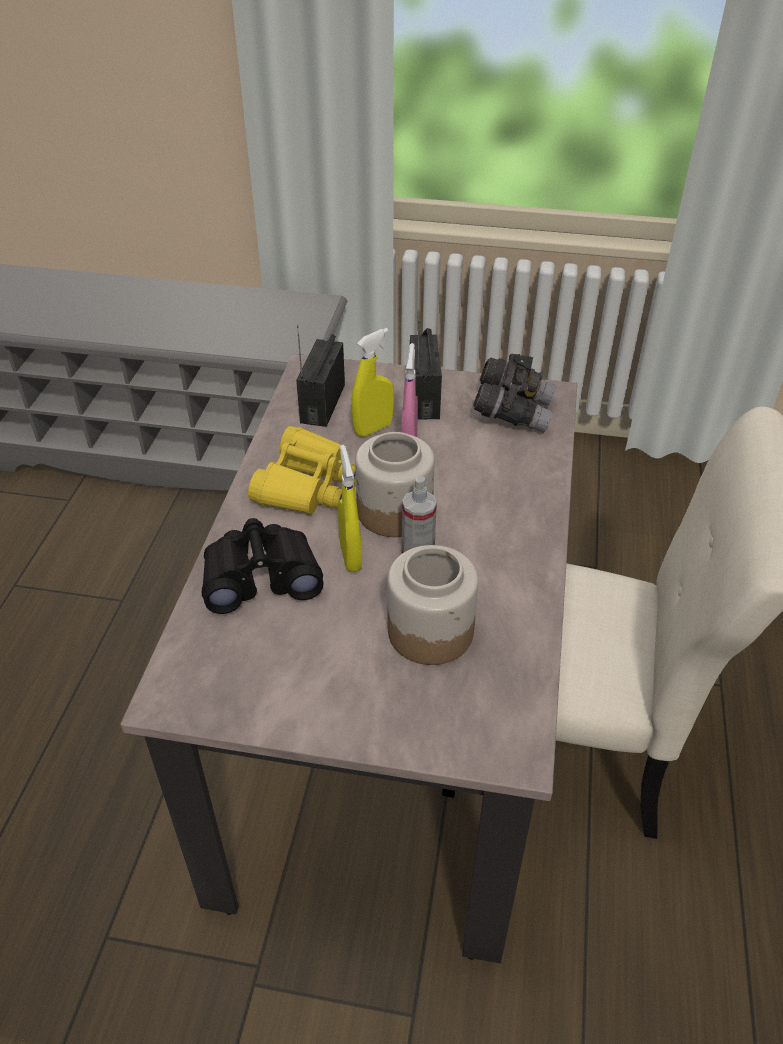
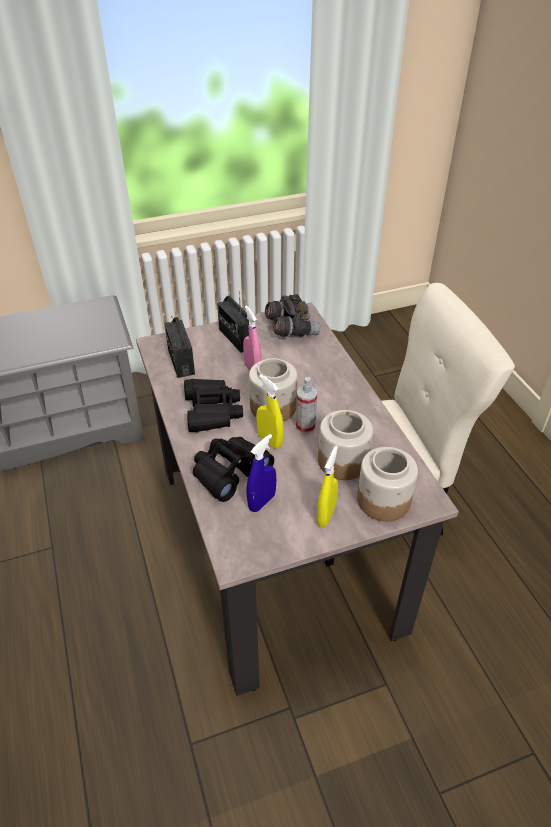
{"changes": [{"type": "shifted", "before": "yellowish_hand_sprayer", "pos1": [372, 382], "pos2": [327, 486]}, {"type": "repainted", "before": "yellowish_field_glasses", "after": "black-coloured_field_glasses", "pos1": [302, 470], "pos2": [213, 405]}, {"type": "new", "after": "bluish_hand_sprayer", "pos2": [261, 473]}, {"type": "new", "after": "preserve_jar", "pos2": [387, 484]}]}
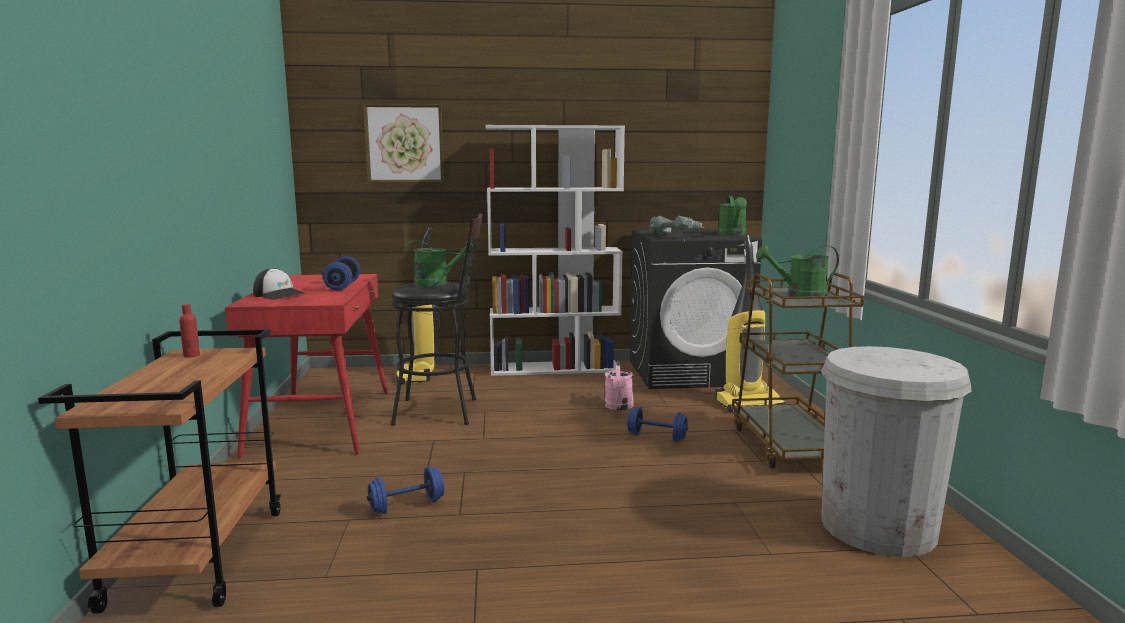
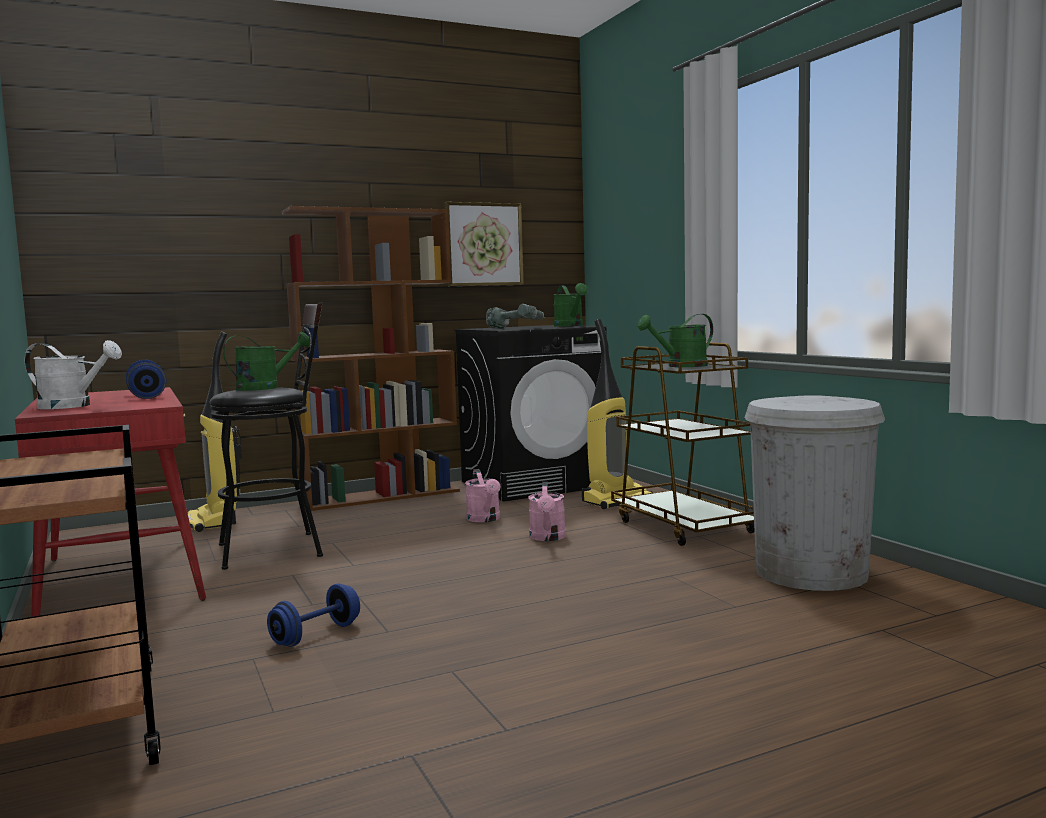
{"changes": [{"type": "shifted", "before": "wall_art", "pos1": [403, 143], "pos2": [484, 244]}, {"type": "repainted", "before": "whitish_bookshelf", "after": "brown_bookshelf", "pos1": [555, 250], "pos2": [371, 358]}, {"type": "swapped", "before": "cap", "after": "whitish_watering_pot", "pos1": [280, 284], "pos2": [73, 374]}, {"type": "gone", "before": "red_bottle", "pos1": [189, 331]}, {"type": "swapped", "before": "bluish_hand_weight", "after": "pink_watering_pot", "pos1": [657, 424], "pos2": [547, 511]}]}
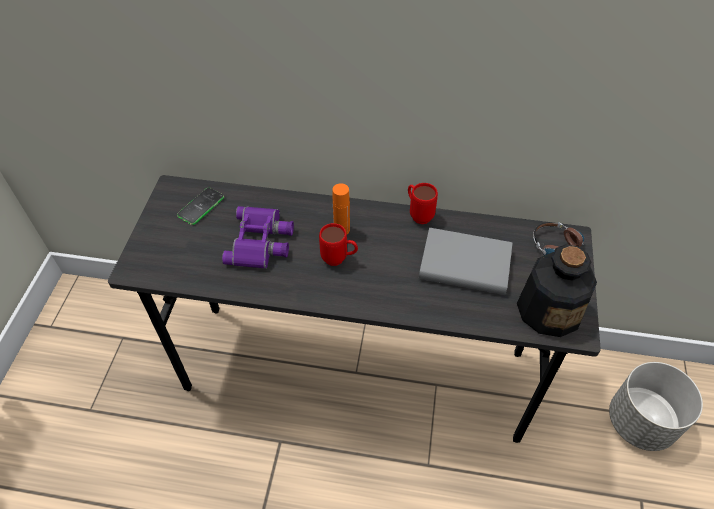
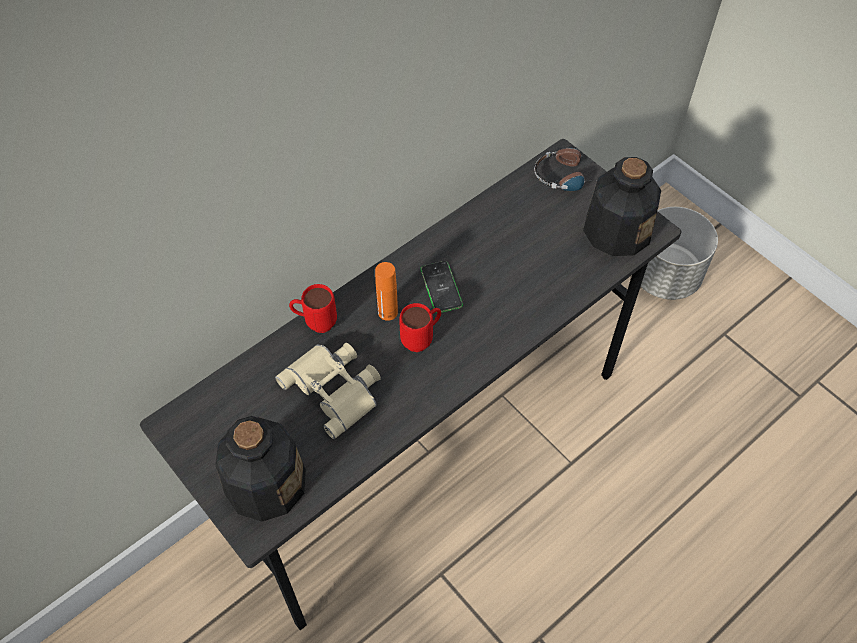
{"changes": [{"type": "shifted", "before": "red_mug", "pos1": [423, 203], "pos2": [313, 308]}, {"type": "shifted", "before": "phone", "pos1": [200, 206], "pos2": [441, 287]}, {"type": "repainted", "before": "purplish_field_glasses", "after": "beige-coloured_field_glasses", "pos1": [258, 237], "pos2": [328, 391]}, {"type": "gone", "before": "gray_book", "pos1": [466, 261]}, {"type": "new", "after": "bottle", "pos2": [260, 469]}]}
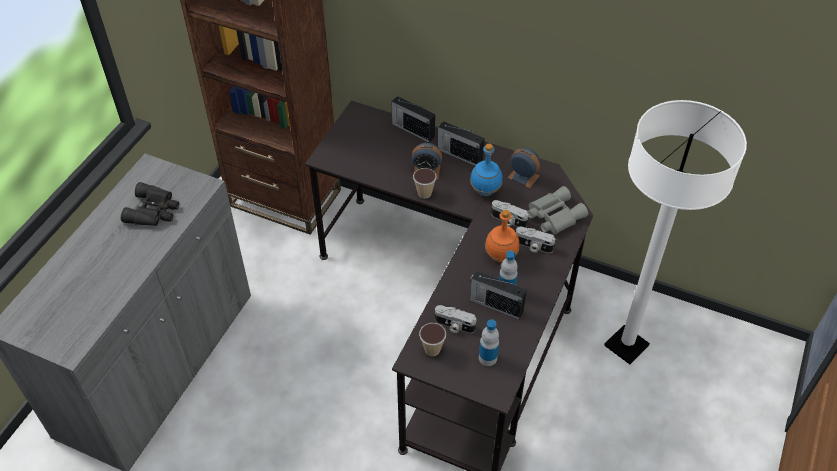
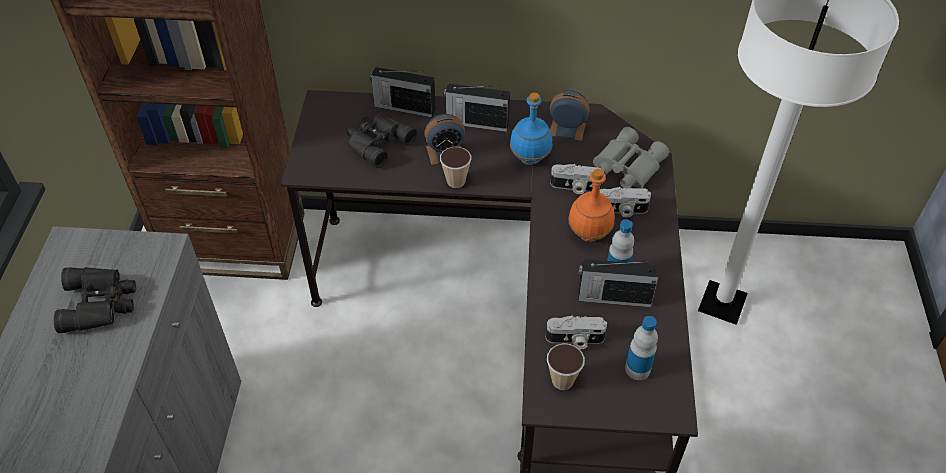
{"changes": [{"type": "new", "after": "black-coloured_field_glasses", "pos2": [382, 141]}]}
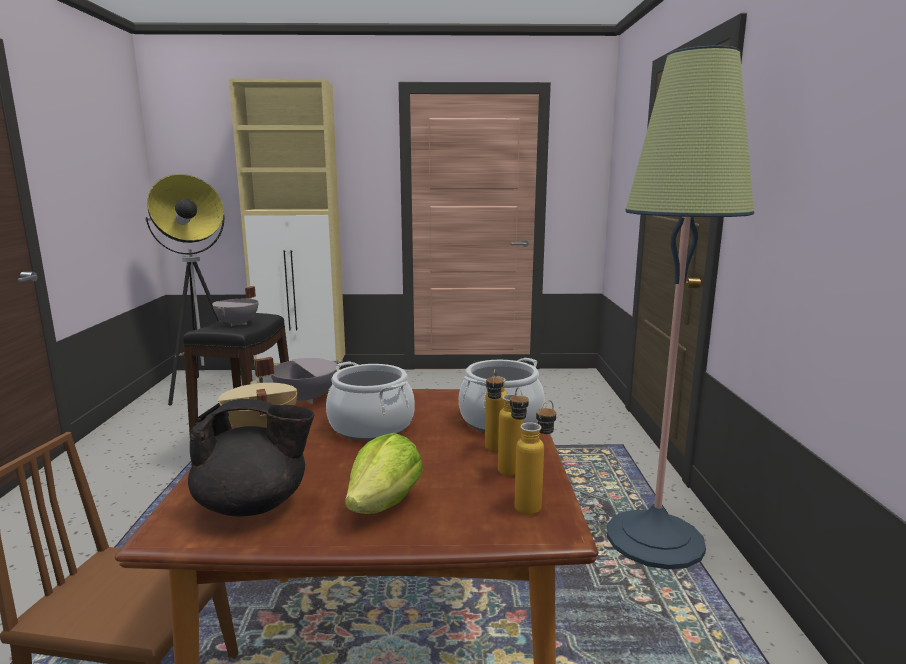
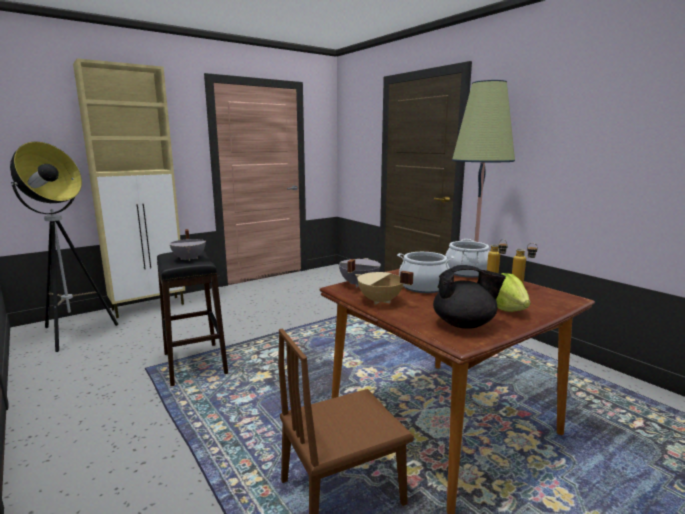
{"changes": [{"type": "rotated", "before": "black-coloured_pot_for_tea", "pos1": [251, 457], "pos2": [469, 297], "turn": 45}, {"type": "gone", "before": "bottle", "pos1": [535, 457]}]}
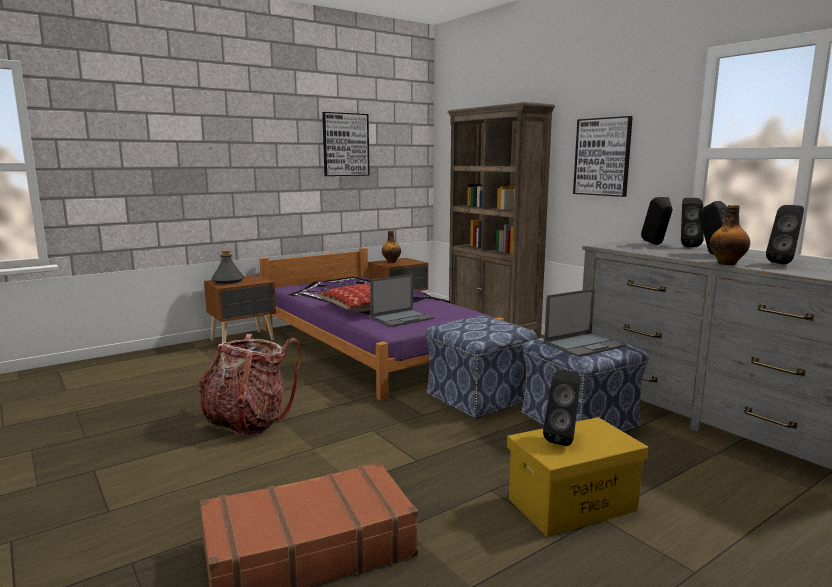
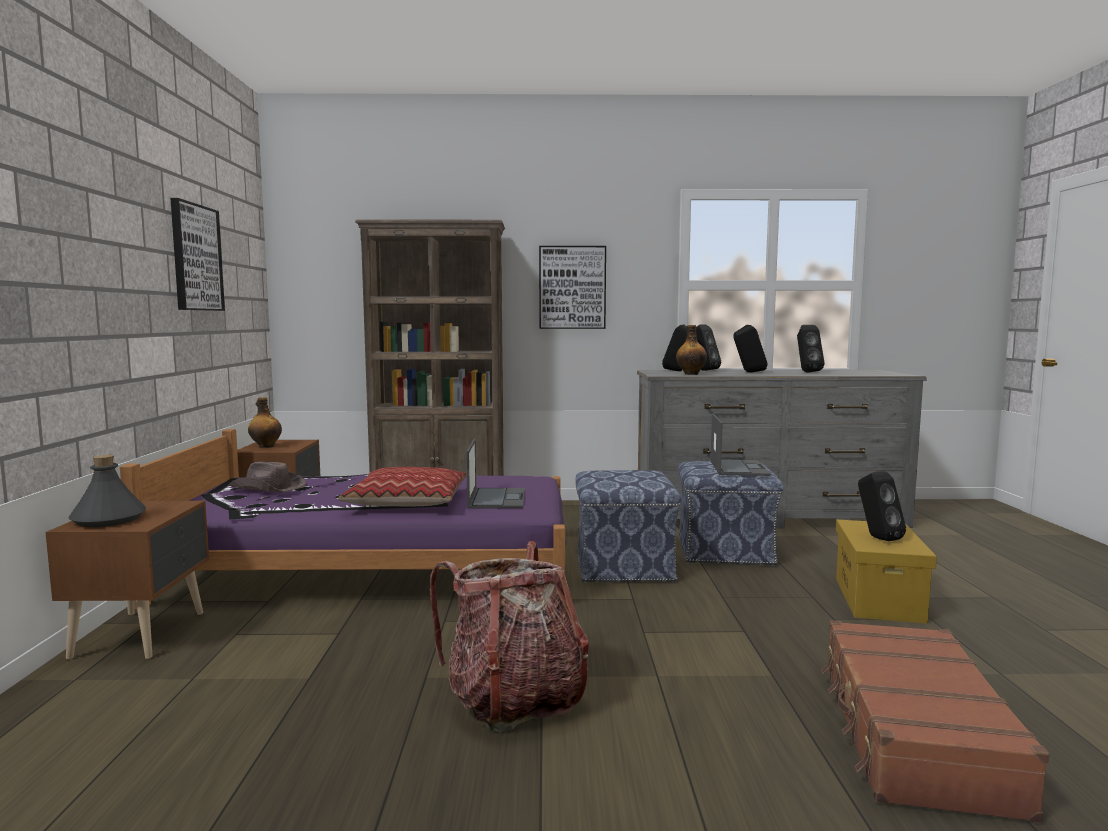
{"changes": [{"type": "shifted", "before": "bottle", "pos1": [729, 235], "pos2": [691, 350]}, {"type": "new", "after": "brown_wearable_hat", "pos2": [267, 477]}]}
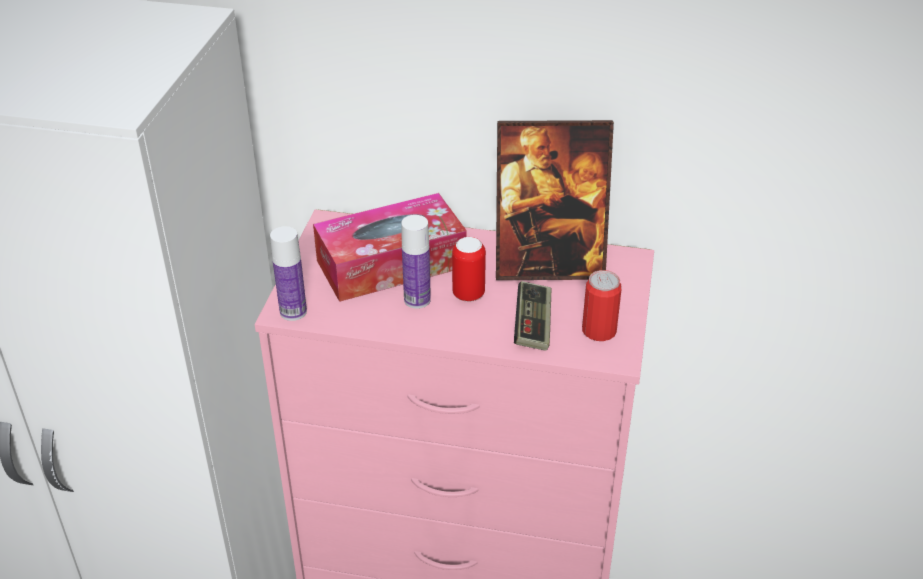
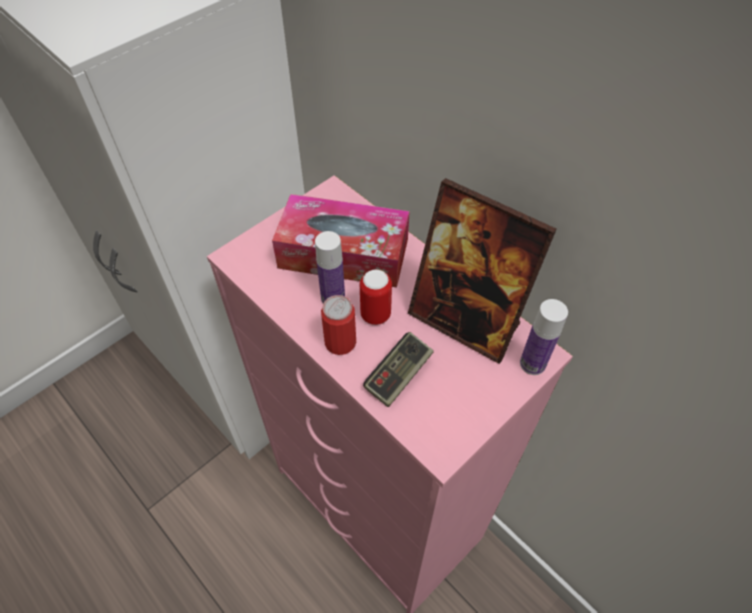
{"changes": [{"type": "shifted", "before": "bottle", "pos1": [288, 273], "pos2": [544, 337]}, {"type": "shifted", "before": "can", "pos1": [602, 305], "pos2": [338, 325]}]}
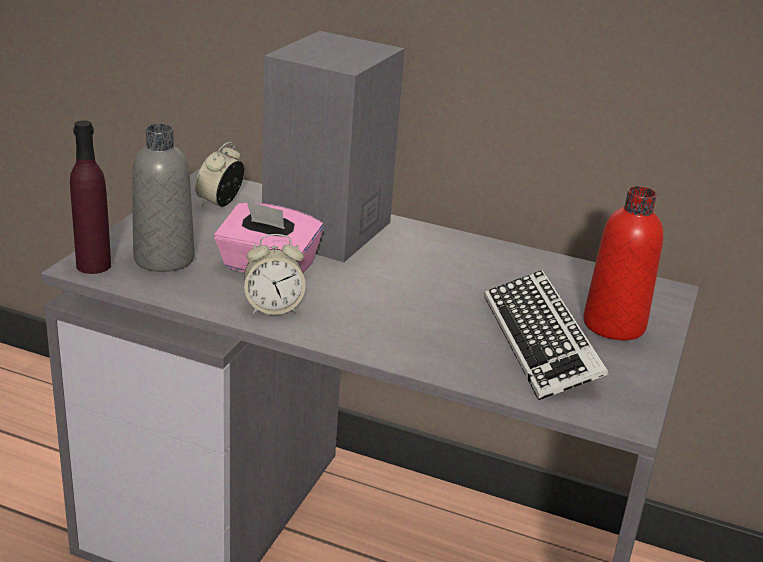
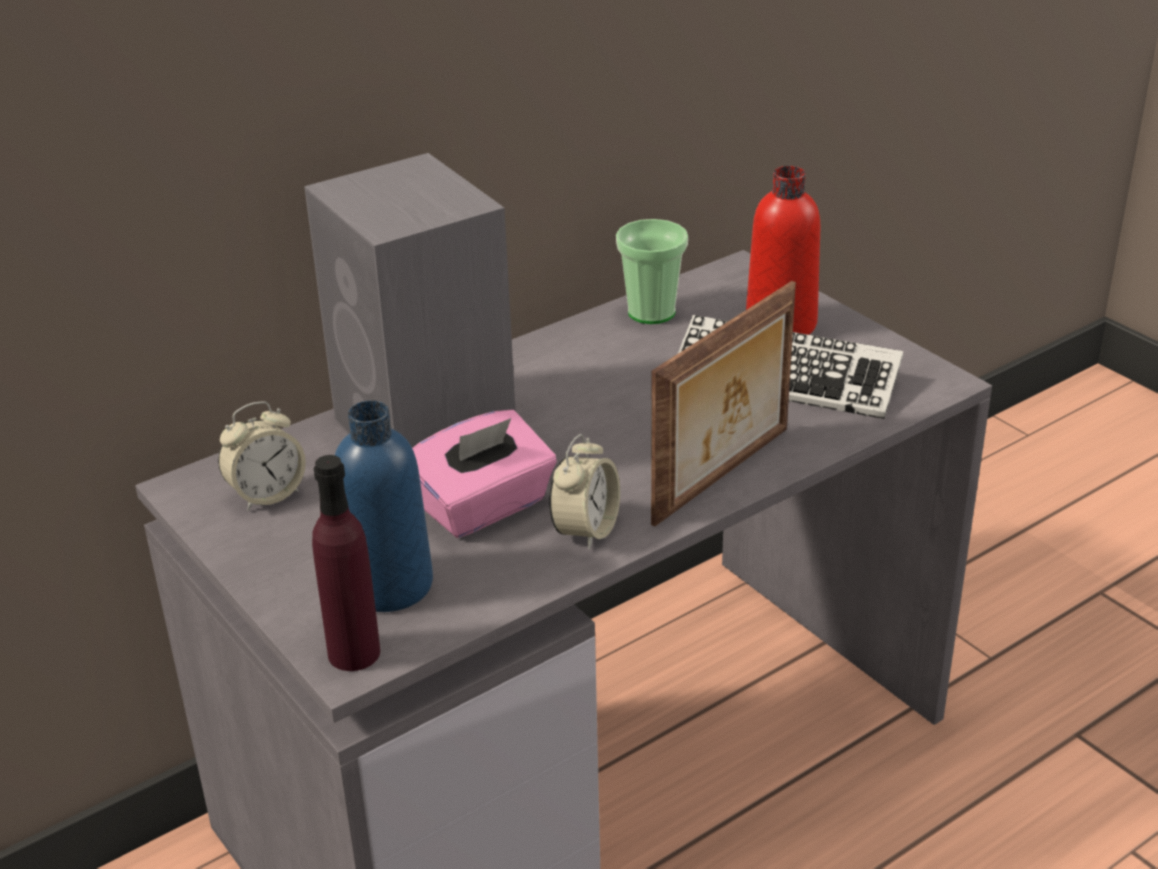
{"changes": [{"type": "repainted", "before": "gray_bottle", "after": "bluish_bottle", "pos1": [163, 198], "pos2": [384, 506]}, {"type": "rotated", "before": "bedside_clock", "pos1": [219, 174], "pos2": [262, 456], "turn": -90}, {"type": "new", "after": "drinking_cup", "pos2": [652, 271]}, {"type": "new", "after": "picture_frame", "pos2": [723, 404]}]}
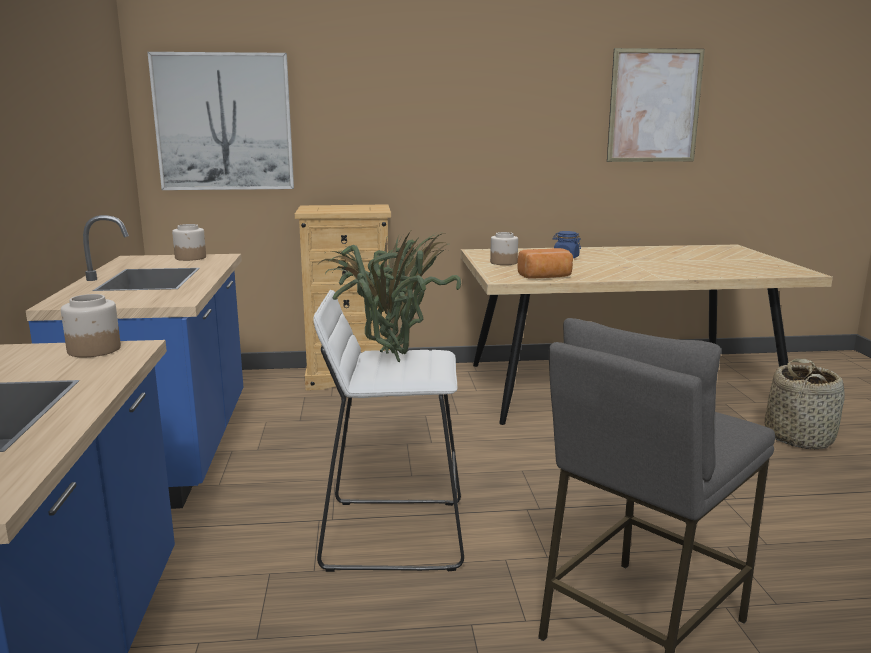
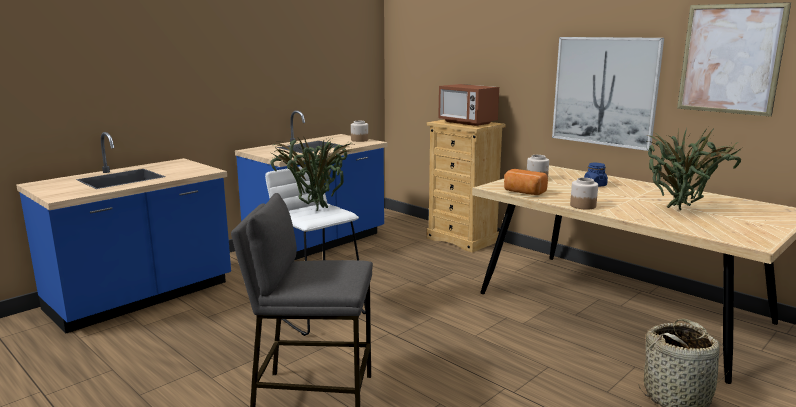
{"changes": [{"type": "shifted", "before": "wall_art", "pos1": [220, 121], "pos2": [608, 94]}, {"type": "shifted", "before": "preserve_jar", "pos1": [91, 325], "pos2": [584, 194]}, {"type": "new", "after": "microwave_oven", "pos2": [468, 105]}, {"type": "new", "after": "plant_in_a_pot", "pos2": [695, 168]}]}
